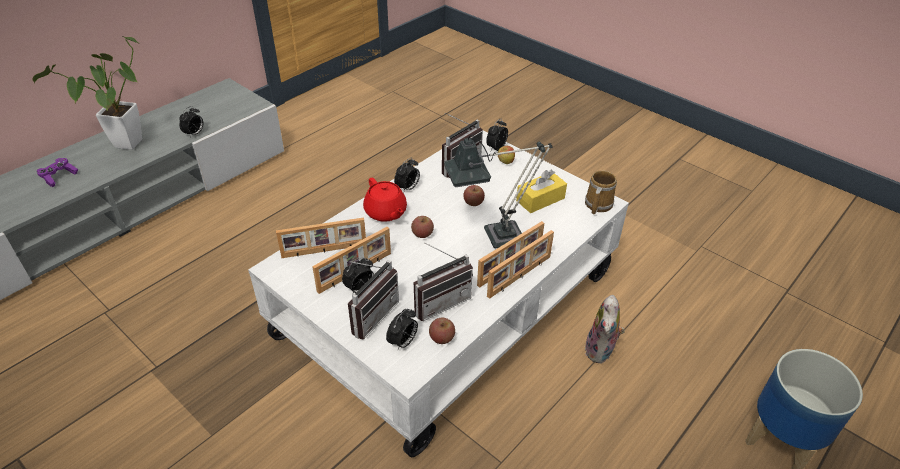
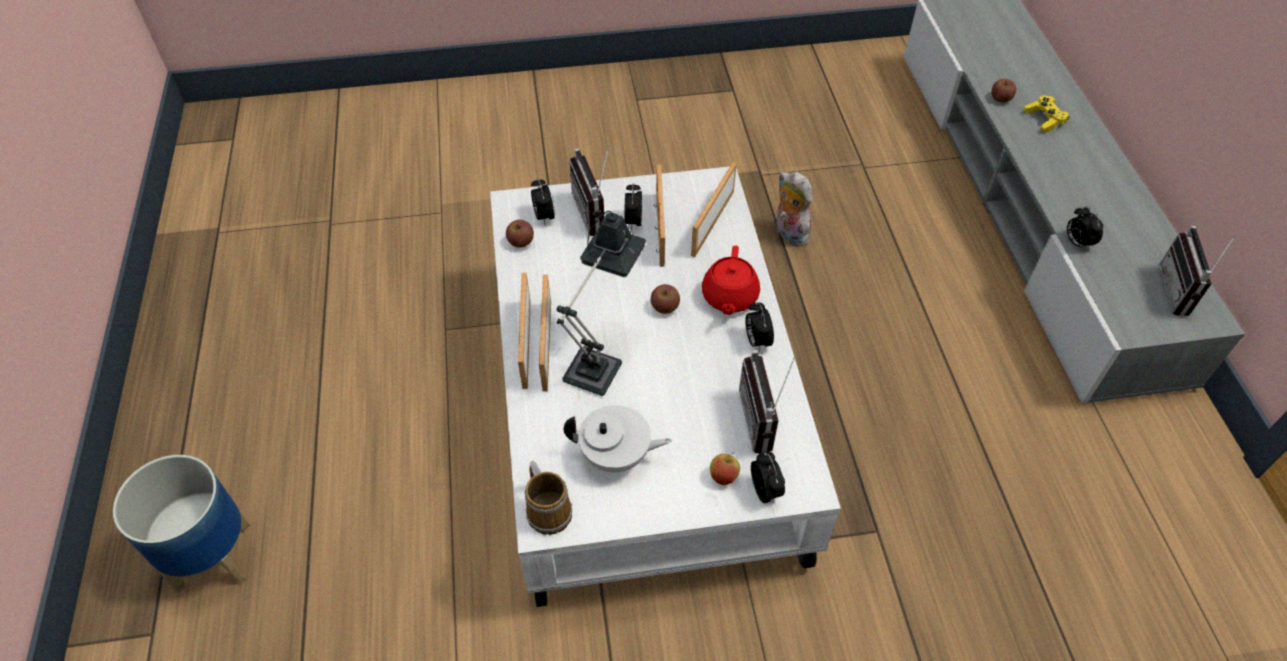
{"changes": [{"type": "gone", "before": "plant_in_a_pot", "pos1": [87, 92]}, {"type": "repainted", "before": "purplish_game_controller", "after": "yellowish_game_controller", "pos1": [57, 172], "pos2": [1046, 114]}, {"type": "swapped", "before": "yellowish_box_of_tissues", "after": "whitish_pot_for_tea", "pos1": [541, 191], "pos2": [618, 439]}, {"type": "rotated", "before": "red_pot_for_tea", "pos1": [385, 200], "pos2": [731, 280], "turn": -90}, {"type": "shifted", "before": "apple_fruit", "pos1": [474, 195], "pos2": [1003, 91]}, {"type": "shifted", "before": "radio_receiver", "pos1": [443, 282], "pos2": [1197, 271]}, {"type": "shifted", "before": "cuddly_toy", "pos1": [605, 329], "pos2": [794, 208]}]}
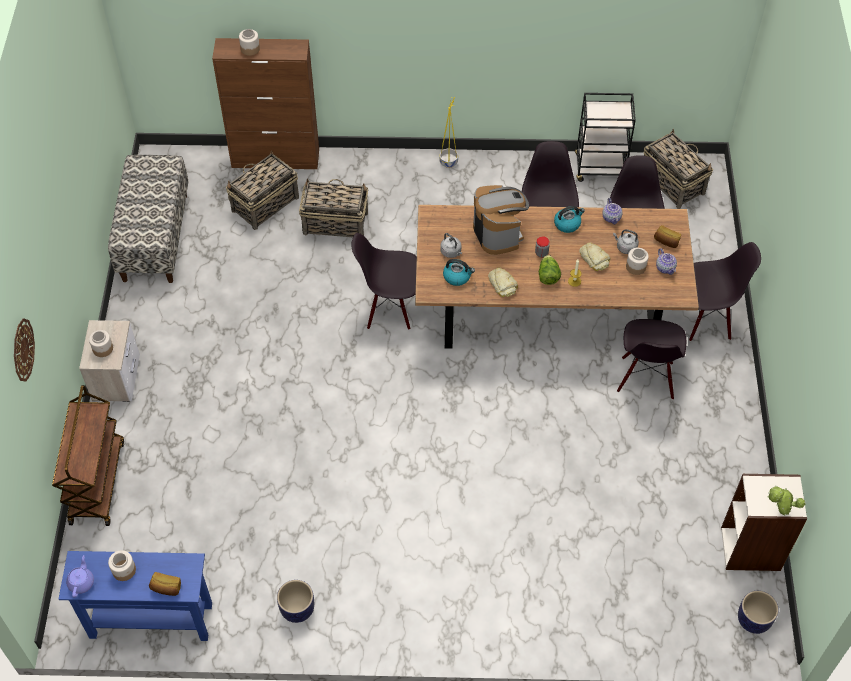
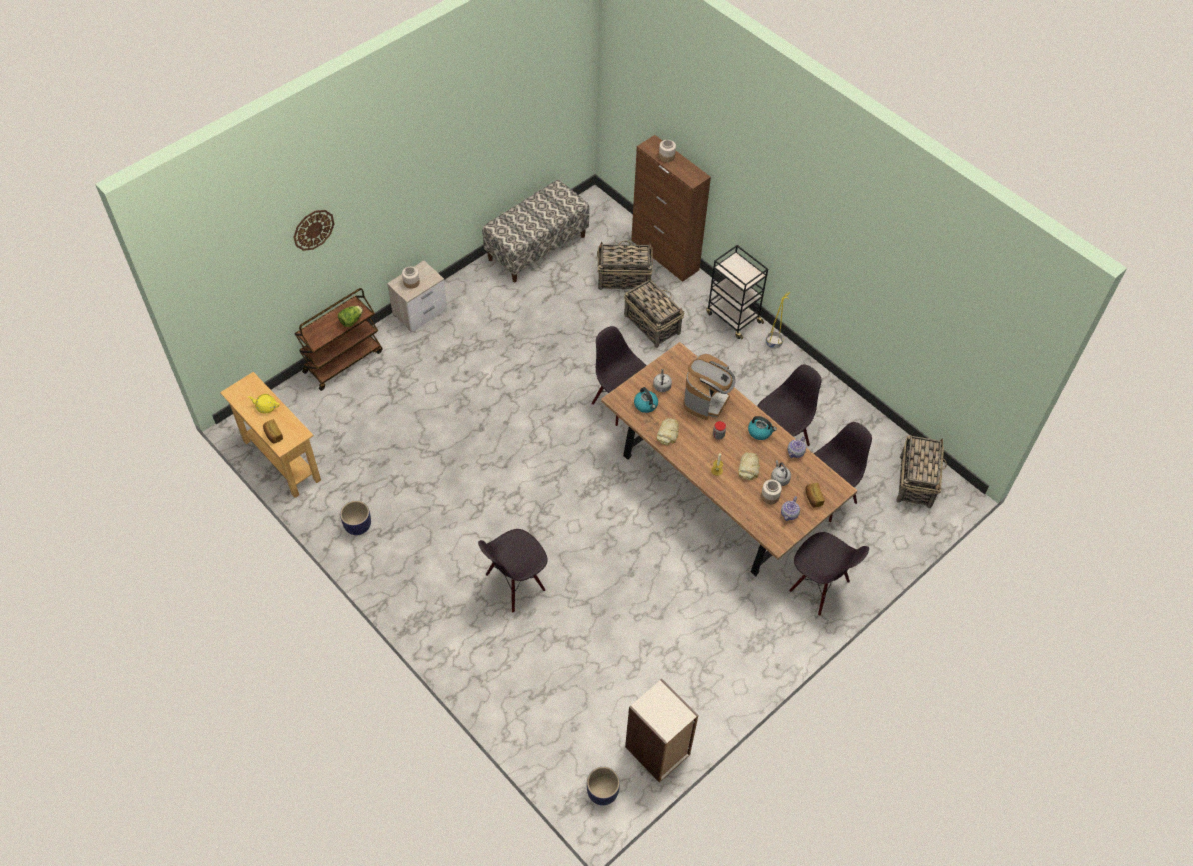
{"changes": [{"type": "shifted", "before": "black-coloured_cart", "pos1": [605, 137], "pos2": [737, 292]}, {"type": "shifted", "before": "lettuce_head", "pos1": [550, 270], "pos2": [350, 316]}, {"type": "shifted", "before": "black-coloured_plain_chair", "pos1": [651, 359], "pos2": [513, 571]}, {"type": "gone", "before": "plant_in_a_pot", "pos1": [787, 501]}, {"type": "swapped", "before": "preserve_jar", "after": "yellowish_pot_for_tea", "pos1": [122, 565], "pos2": [264, 403]}, {"type": "repainted", "before": "bluish_hall_table", "after": "beige-coloured_hall_table", "pos1": [135, 596], "pos2": [270, 435]}, {"type": "gone", "before": "purplish_pot_for_tea", "pos1": [80, 576]}]}
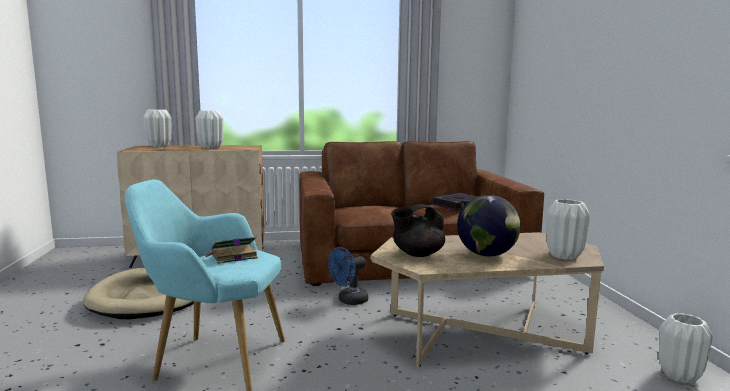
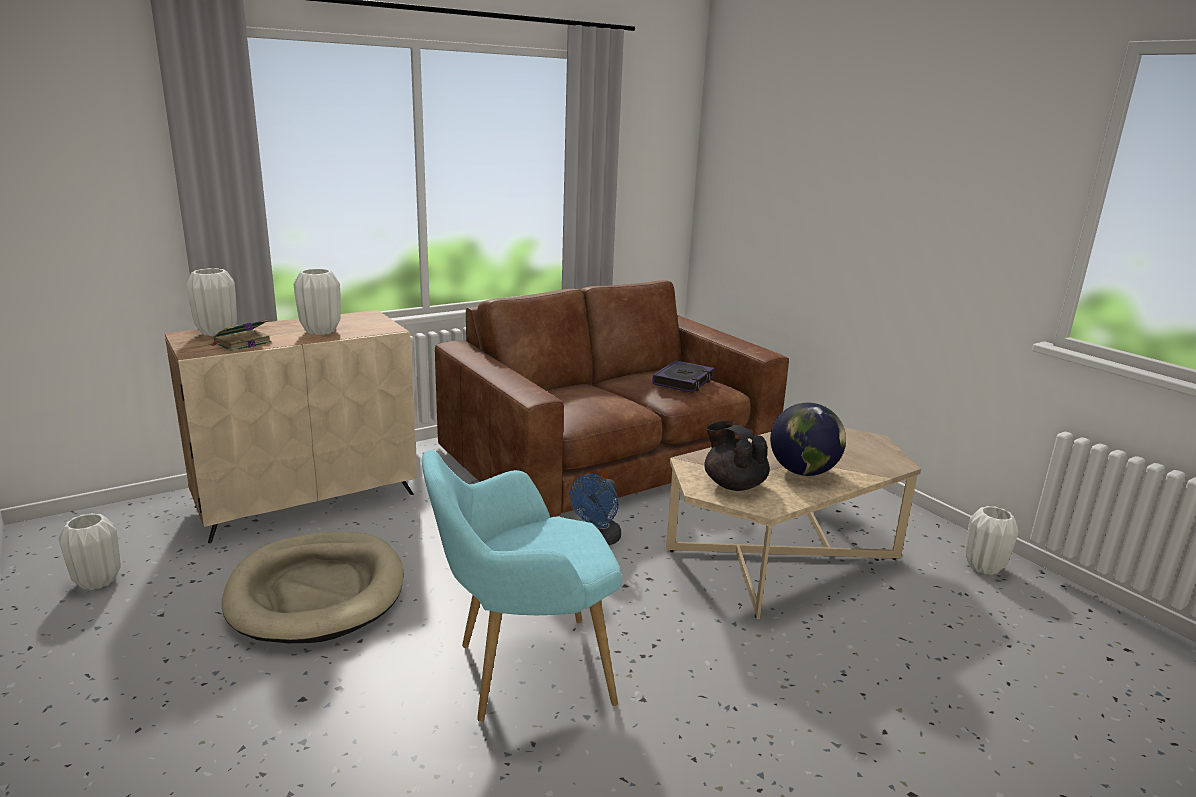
{"changes": [{"type": "shifted", "before": "whitish_flower_vase", "pos1": [568, 229], "pos2": [89, 551]}, {"type": "rotated", "before": "black-coloured_pot_for_tea", "pos1": [418, 230], "pos2": [737, 456], "turn": 105}, {"type": "shifted", "before": "book", "pos1": [232, 250], "pos2": [240, 335]}]}
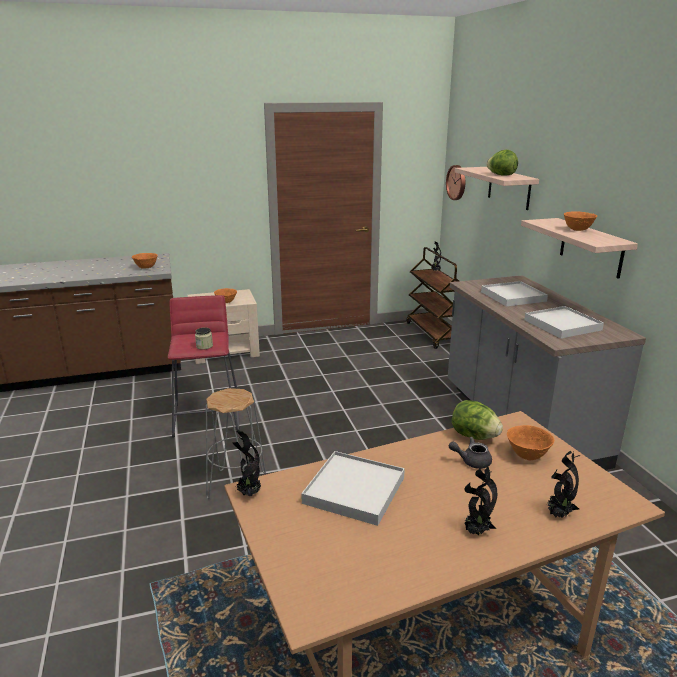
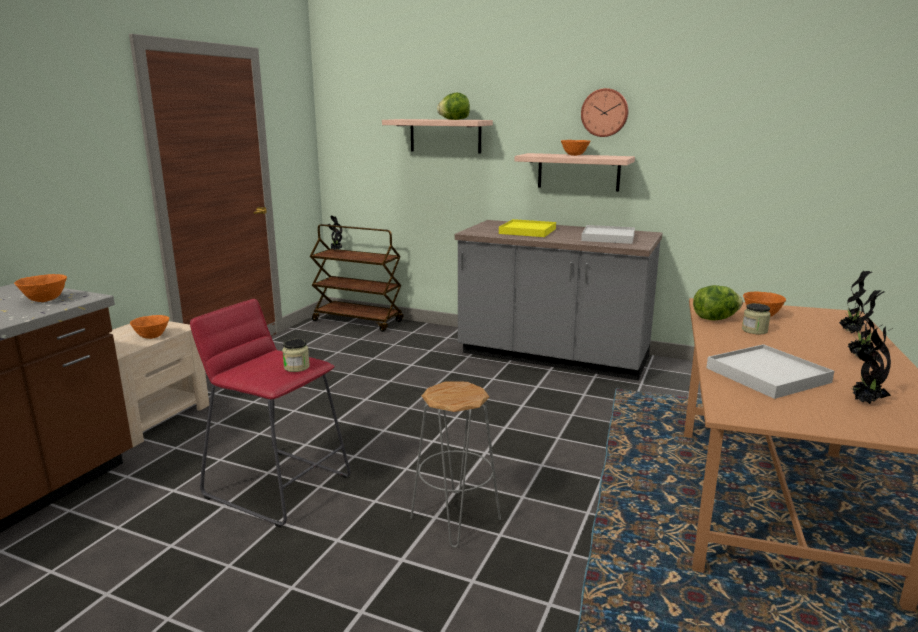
{"changes": [{"type": "shifted", "before": "hanging_clock", "pos1": [455, 182], "pos2": [604, 112]}, {"type": "repainted", "before": "whitish_tray", "after": "yellowish_tray", "pos1": [514, 294], "pos2": [527, 228]}, {"type": "shifted", "before": "plant_in_a_pot", "pos1": [246, 463], "pos2": [872, 364]}, {"type": "swapped", "before": "gray_pot_for_tea", "after": "preserve_jar", "pos1": [470, 453], "pos2": [756, 318]}]}
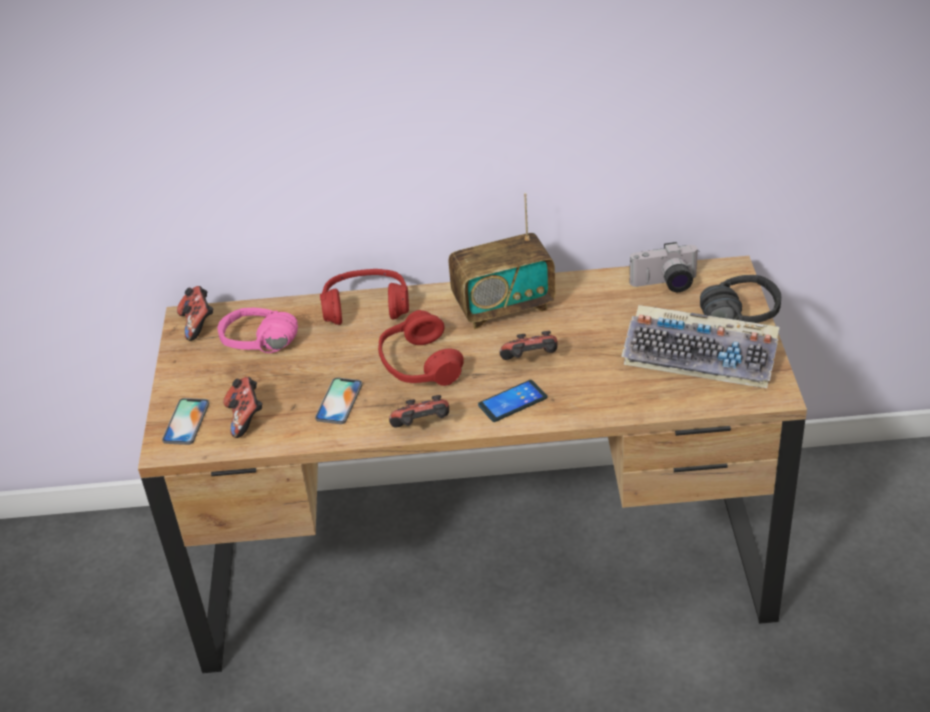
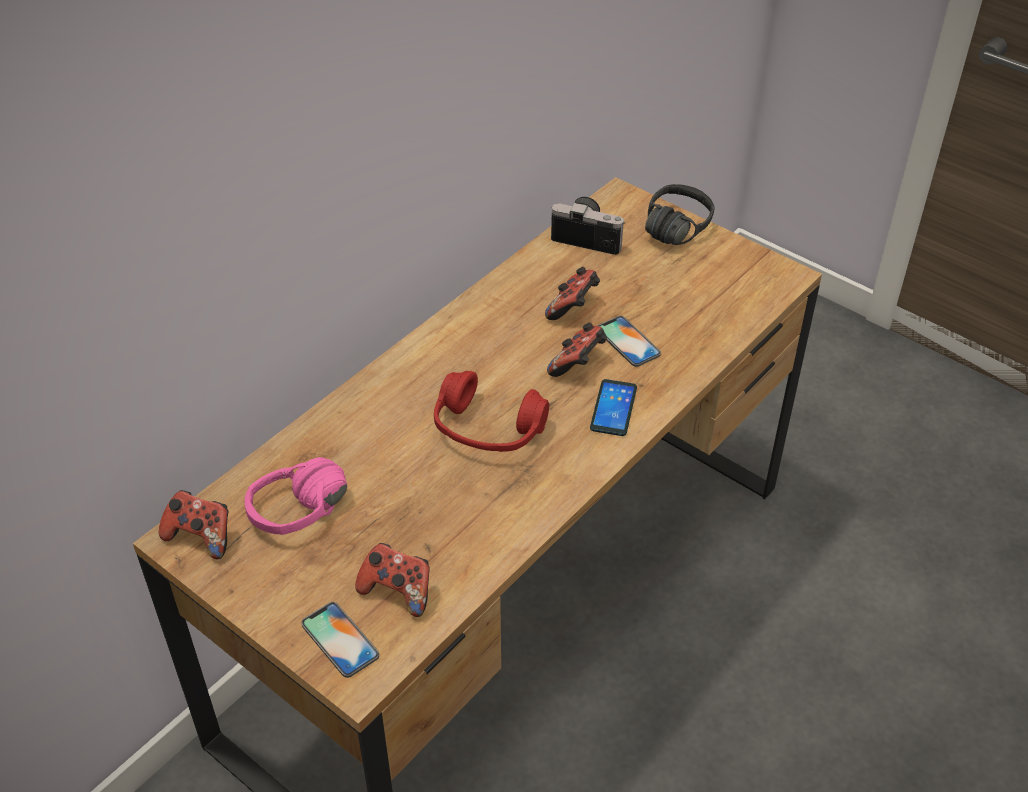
{"changes": [{"type": "gone", "before": "radio_receiver", "pos1": [501, 261]}, {"type": "rotated", "before": "still_camera", "pos1": [665, 267], "pos2": [588, 226], "turn": -105}, {"type": "gone", "before": "red_headset", "pos1": [364, 297]}, {"type": "gone", "before": "keyboard", "pos1": [700, 346]}, {"type": "shifted", "before": "phone", "pos1": [338, 401], "pos2": [629, 341]}, {"type": "shifted", "before": "game_controller", "pos1": [419, 411], "pos2": [572, 293]}]}
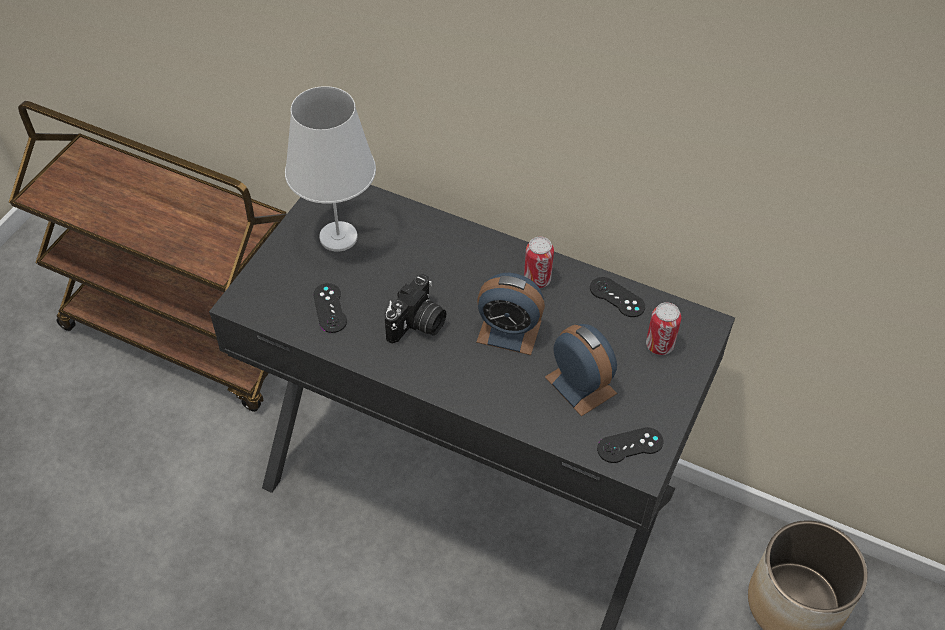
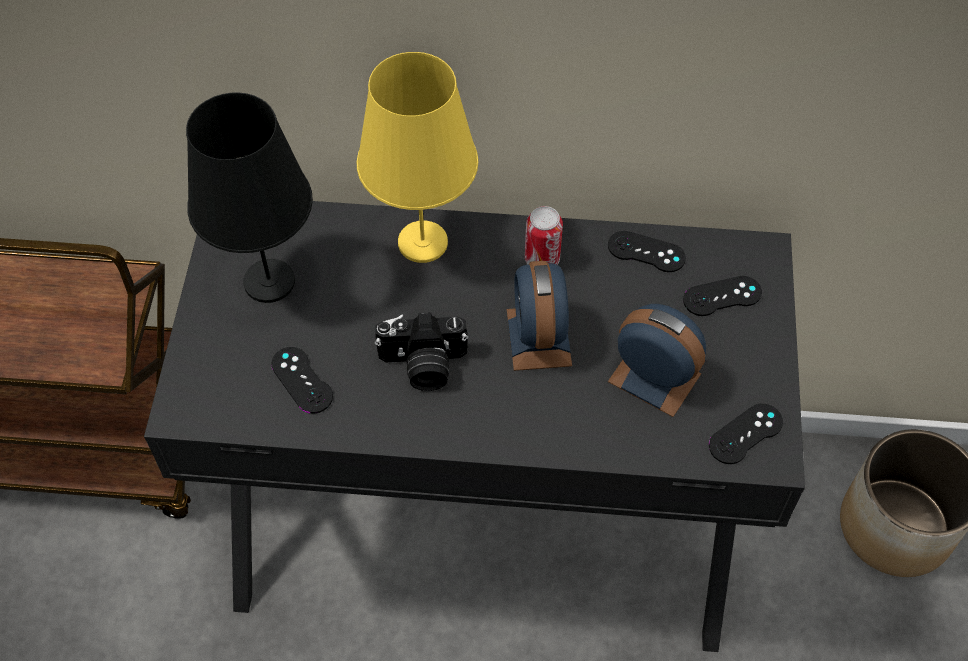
{"changes": [{"type": "repainted", "before": "whitish_lamp_for_a_table", "after": "black-coloured_lamp_for_a_table", "pos1": [330, 169], "pos2": [249, 197]}, {"type": "rotated", "before": "bedside_clock", "pos1": [510, 314], "pos2": [539, 316], "turn": 90}, {"type": "rotated", "before": "still_camera", "pos1": [415, 309], "pos2": [421, 351], "turn": 75}, {"type": "swapped", "before": "can", "after": "black-coloured_game_controller", "pos1": [663, 328], "pos2": [722, 296]}, {"type": "new", "after": "yellowish_lamp_for_a_table", "pos2": [418, 157]}]}
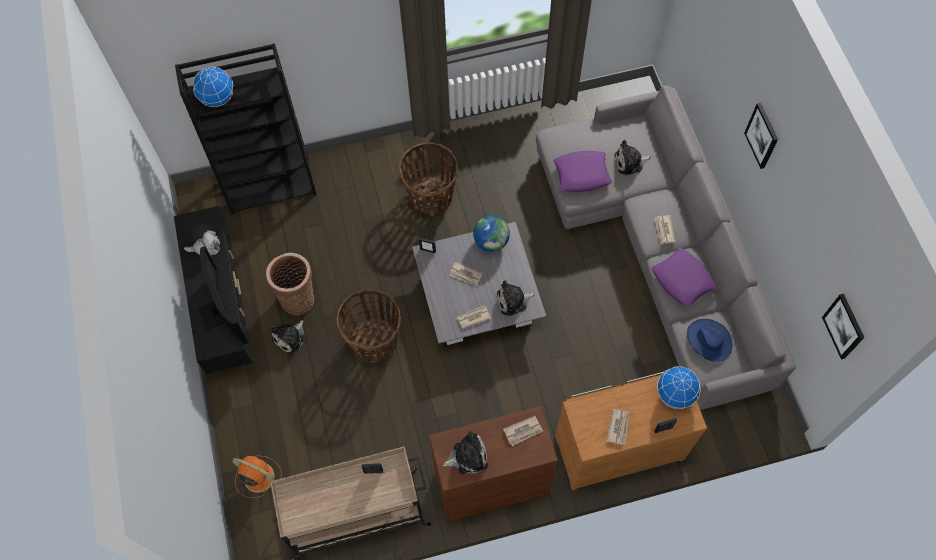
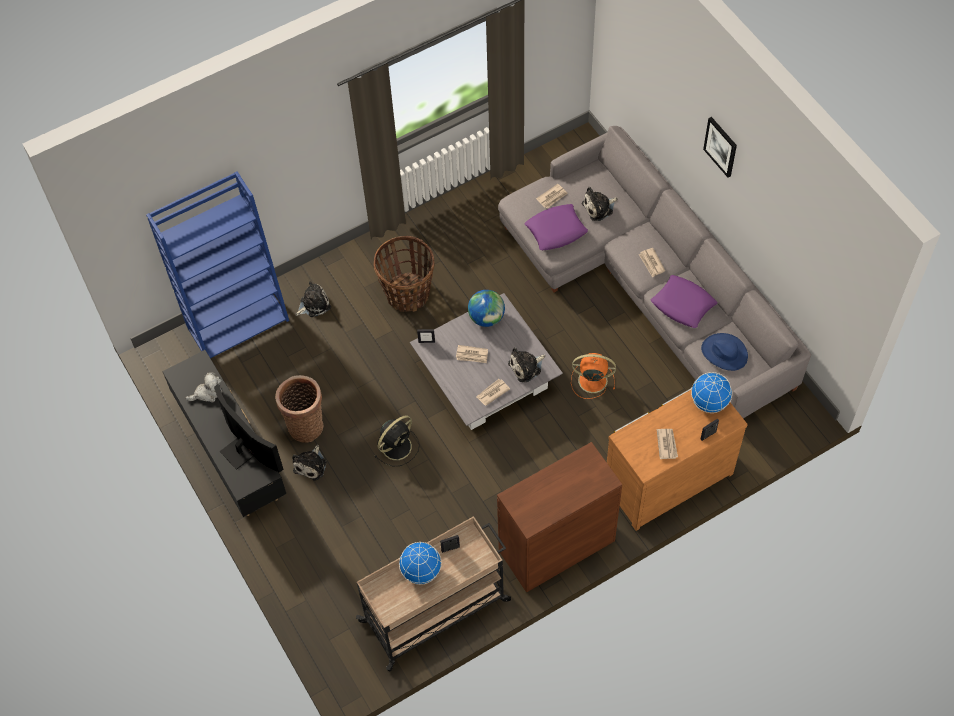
{"changes": [{"type": "repainted", "before": "black-coloured_bookshelf", "after": "bluish_bookshelf", "pos1": [246, 128], "pos2": [217, 264]}, {"type": "shifted", "before": "world_globe", "pos1": [213, 87], "pos2": [420, 563]}, {"type": "swapped", "before": "household_basket", "after": "black-coloured_cooling_fan", "pos1": [369, 326], "pos2": [397, 440]}, {"type": "gone", "before": "wall_art", "pos1": [843, 326]}, {"type": "shifted", "before": "printed_paper", "pos1": [523, 431], "pos2": [552, 196]}, {"type": "shifted", "before": "cuddly_toy", "pos1": [465, 452], "pos2": [313, 299]}, {"type": "shifted", "before": "orange-coloured_cooling_fan", "pos1": [257, 476], "pos2": [593, 376]}]}
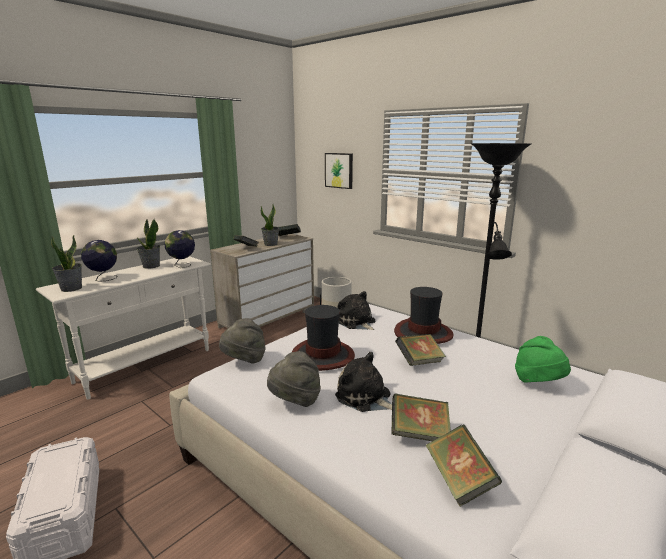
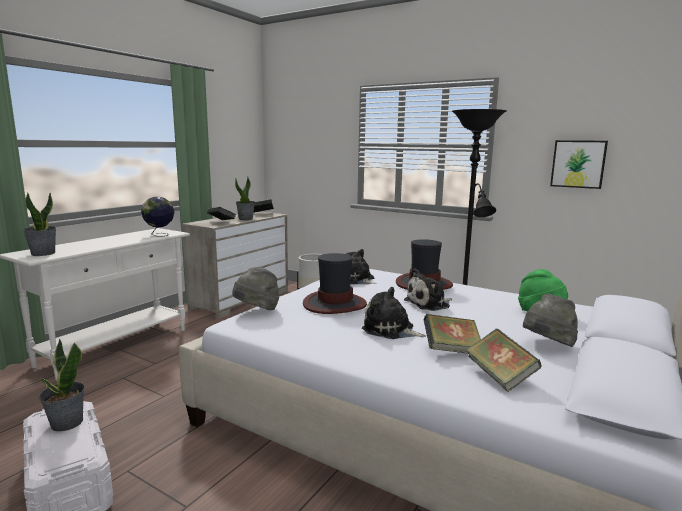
{"changes": [{"type": "shifted", "before": "wall_art", "pos1": [339, 171], "pos2": [579, 164]}, {"type": "shifted", "before": "plant_in_a_pot", "pos1": [148, 244], "pos2": [62, 385]}, {"type": "gone", "before": "world_globe", "pos1": [99, 261]}, {"type": "swapped", "before": "book", "after": "cuddly_toy", "pos1": [420, 350], "pos2": [428, 289]}, {"type": "shifted", "before": "gray_wearable_hat", "pos1": [294, 379], "pos2": [550, 320]}]}
